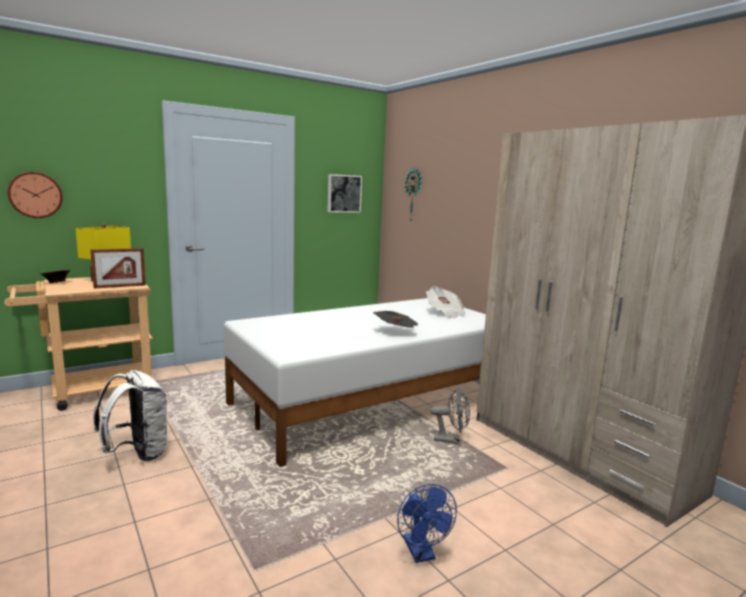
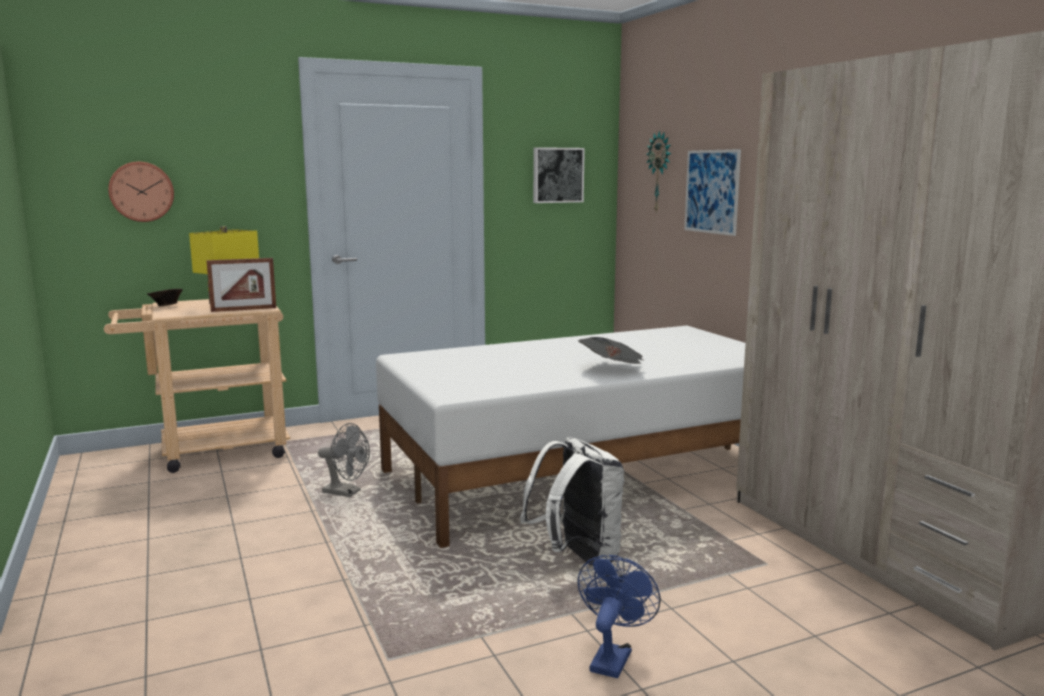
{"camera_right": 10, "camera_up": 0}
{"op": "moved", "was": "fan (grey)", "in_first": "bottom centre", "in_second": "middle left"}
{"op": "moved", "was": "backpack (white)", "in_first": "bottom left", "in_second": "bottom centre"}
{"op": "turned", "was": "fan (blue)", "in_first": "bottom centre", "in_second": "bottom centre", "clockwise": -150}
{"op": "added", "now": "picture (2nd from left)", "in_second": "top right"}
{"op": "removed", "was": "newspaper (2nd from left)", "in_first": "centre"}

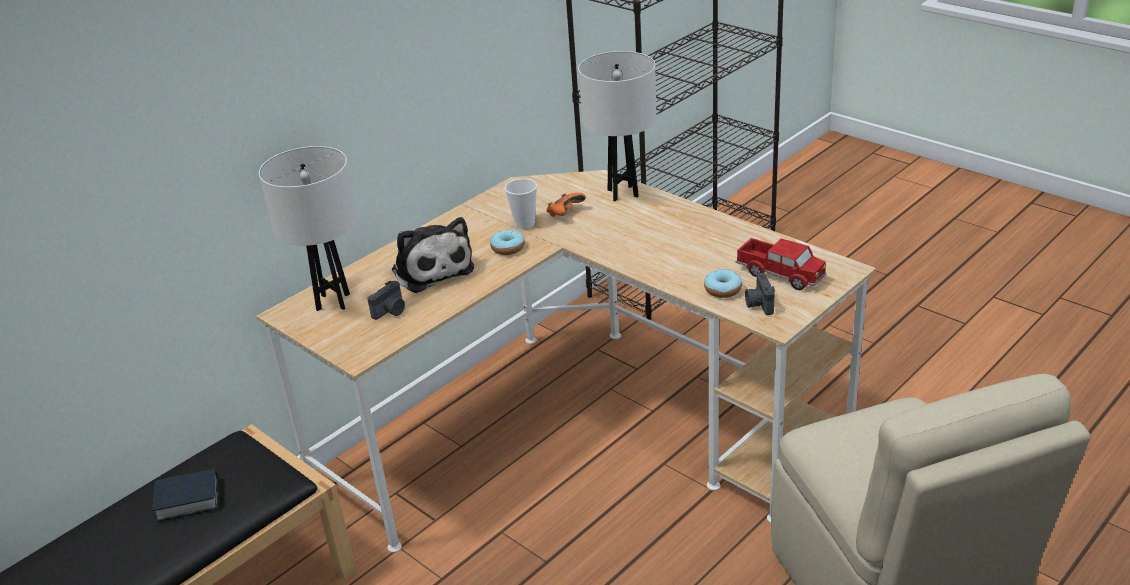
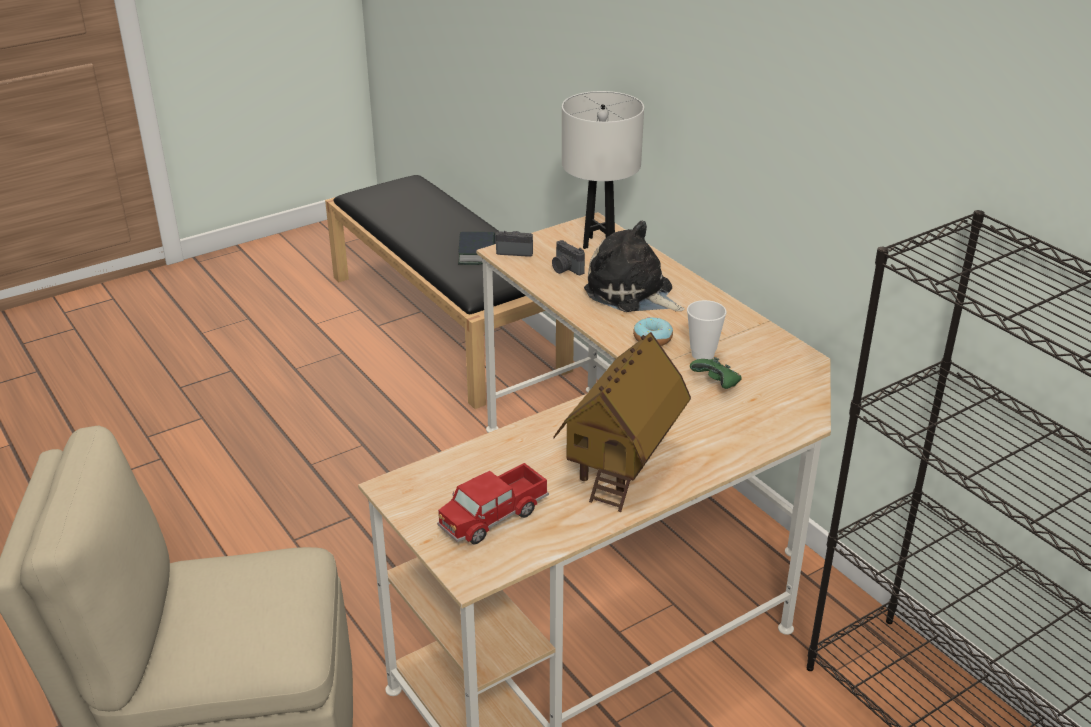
{"camera_right": 100, "camera_up": 0}
{"op": "moved", "was": "photo camera (2nd from left in the first image)", "now": "photo camera (1st from left)", "in_first": "middle right", "in_second": "centre"}
{"op": "added", "now": "toy house", "in_second": "centre"}
{"op": "turned", "was": "plush toy", "in_first": "centre", "in_second": "centre", "clockwise": 60}
{"op": "recoloured", "was": "game controller (orange)", "now": "game controller (green)", "in_first": "centre", "in_second": "centre"}
{"op": "removed", "was": "table lamp (white) (2nd from left)", "in_first": "top centre"}
{"op": "removed", "was": "donut (2nd from left)", "in_first": "centre"}

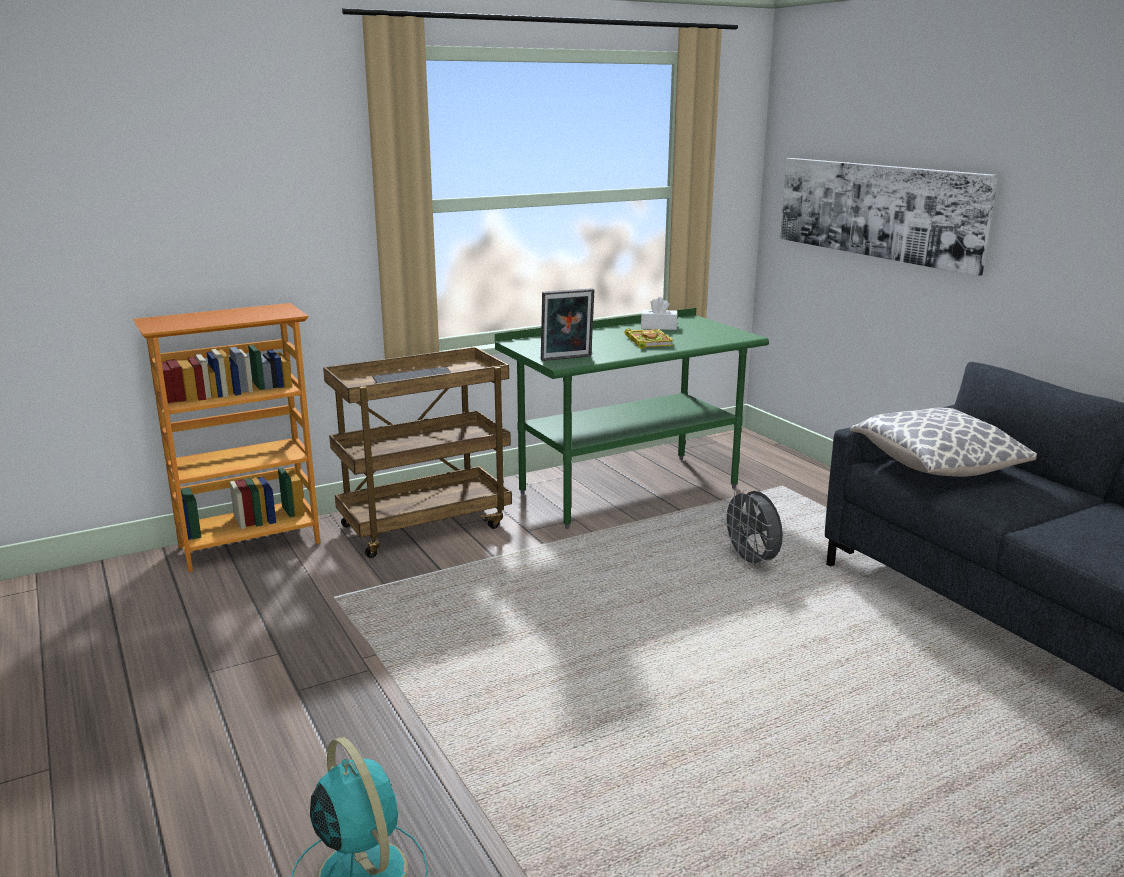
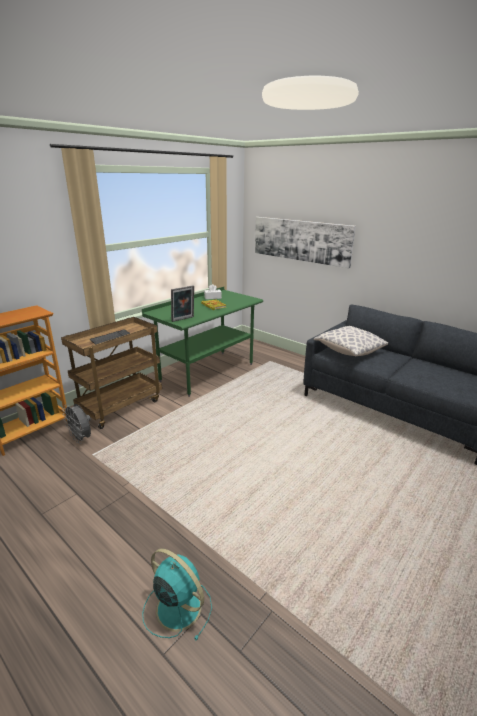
{"camera_right": -20, "camera_up": 5}
{"op": "moved", "was": "fan (grey)", "in_first": "middle right", "in_second": "middle left"}

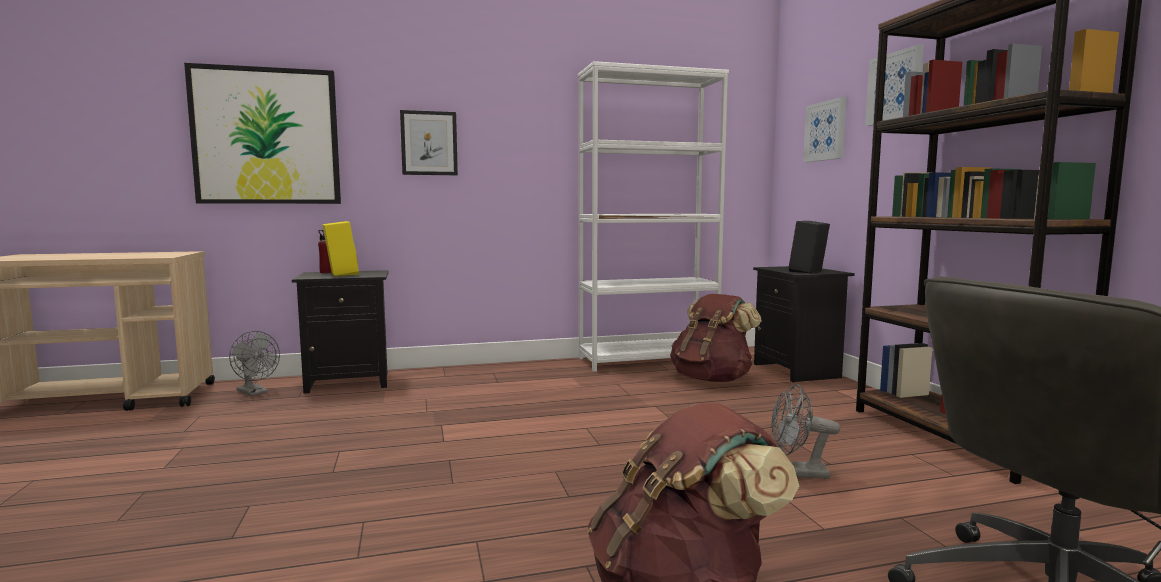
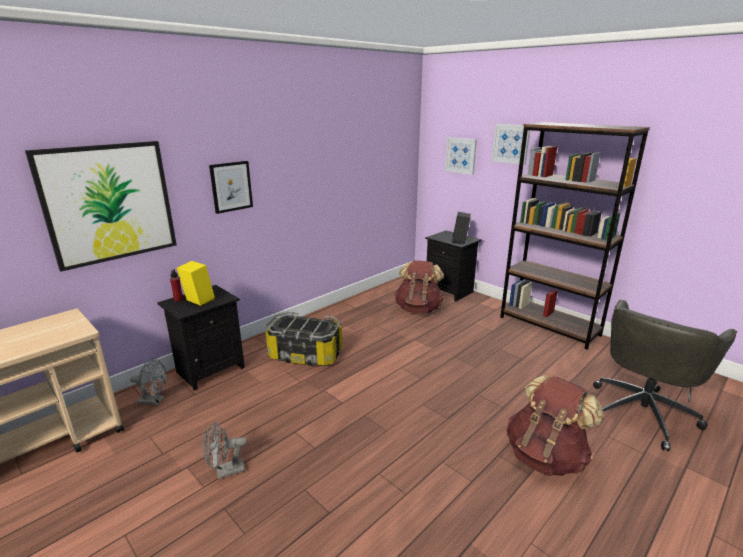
{"camera_right": -30, "camera_up": 15}
{"op": "moved", "was": "fan (grey) (2nd from left)", "in_first": "bottom right", "in_second": "bottom left"}
{"op": "added", "now": "storage box", "in_second": "centre"}
{"op": "removed", "was": "bookcase (white)", "in_first": "centre"}

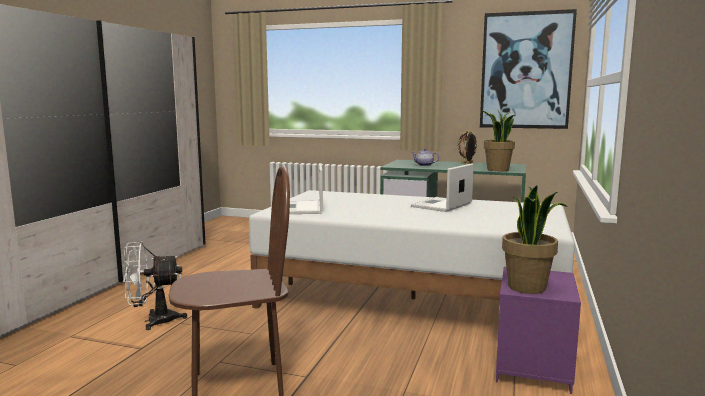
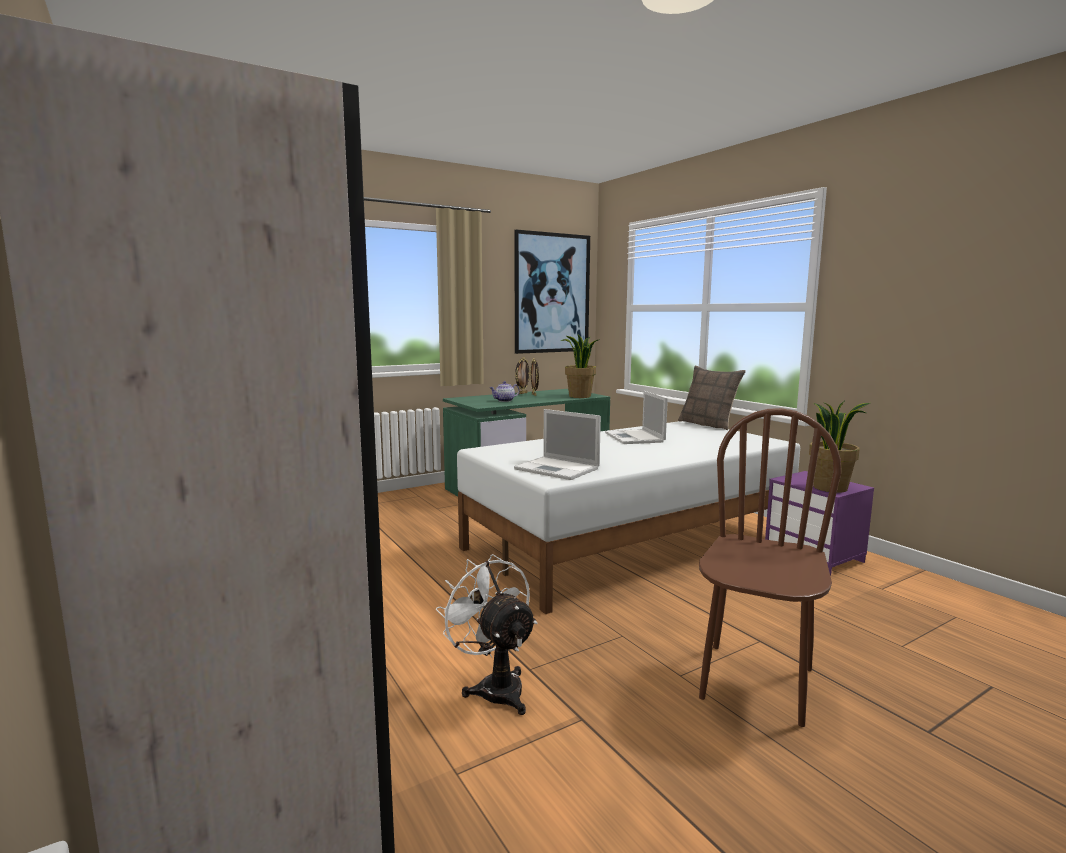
{"camera_right": -50, "camera_up": 0}
{"op": "turned", "was": "fan (white)", "in_first": "bottom left", "in_second": "bottom centre", "clockwise": 120}
{"op": "added", "now": "pillow", "in_second": "middle right"}

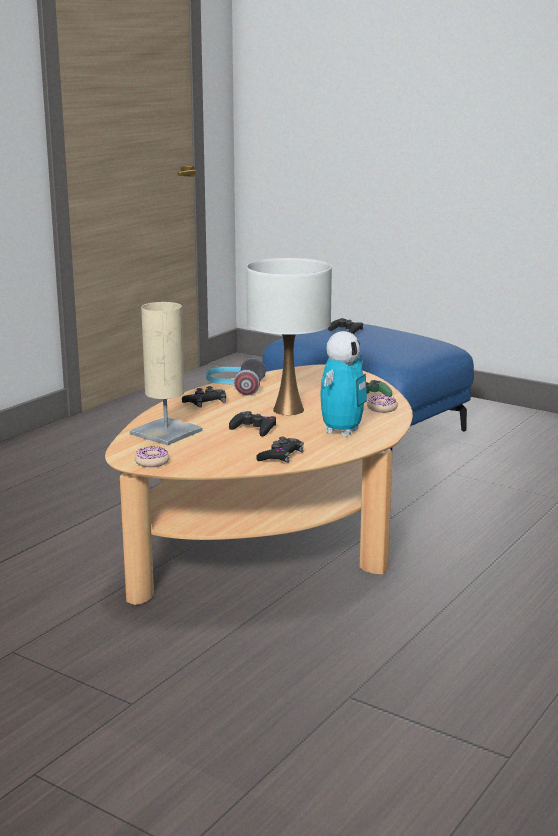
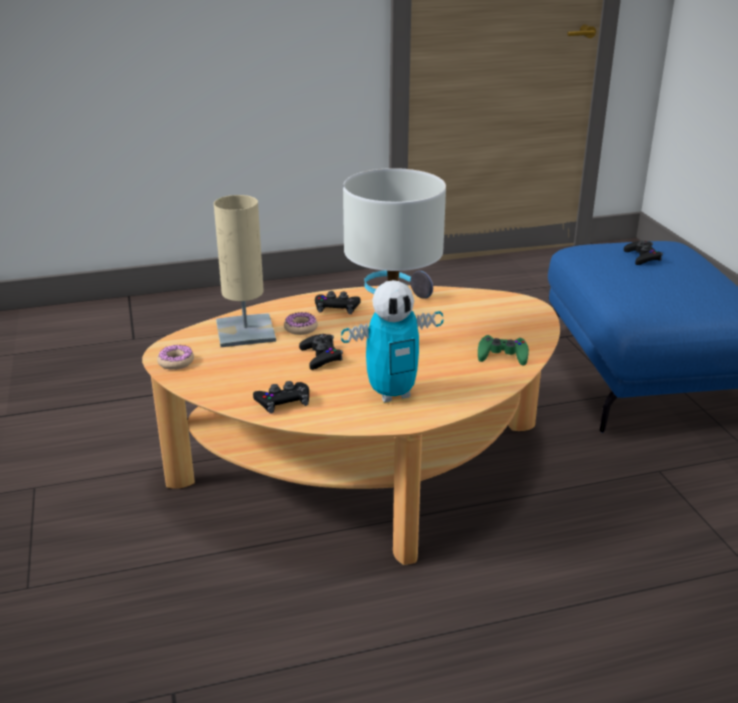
{"camera_right": 40, "camera_up": 10}
{"op": "moved", "was": "donut (2nd from left)", "in_first": "middle right", "in_second": "centre"}

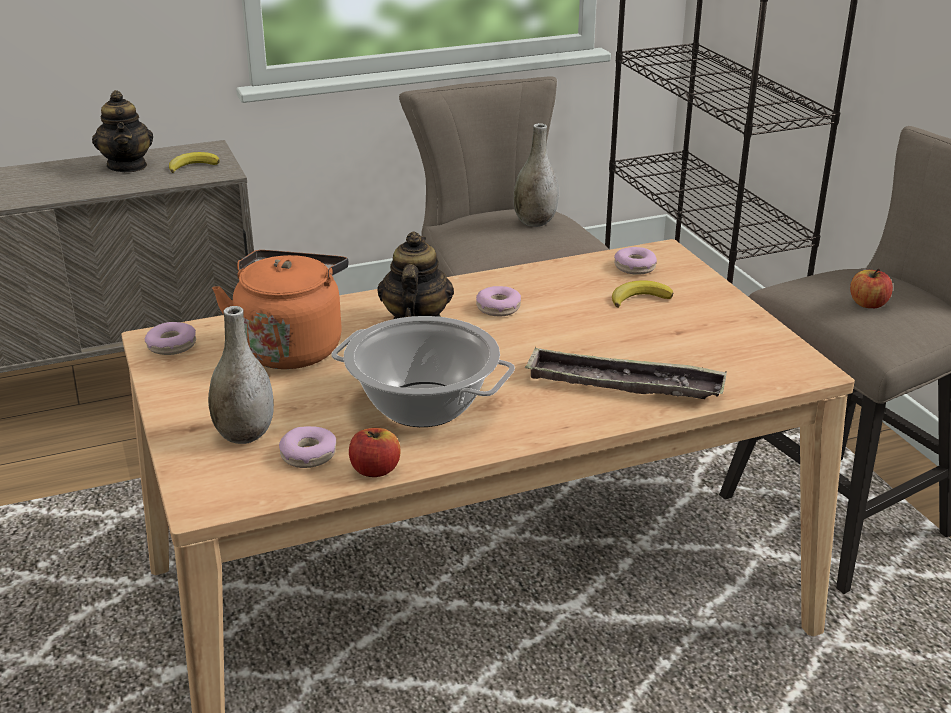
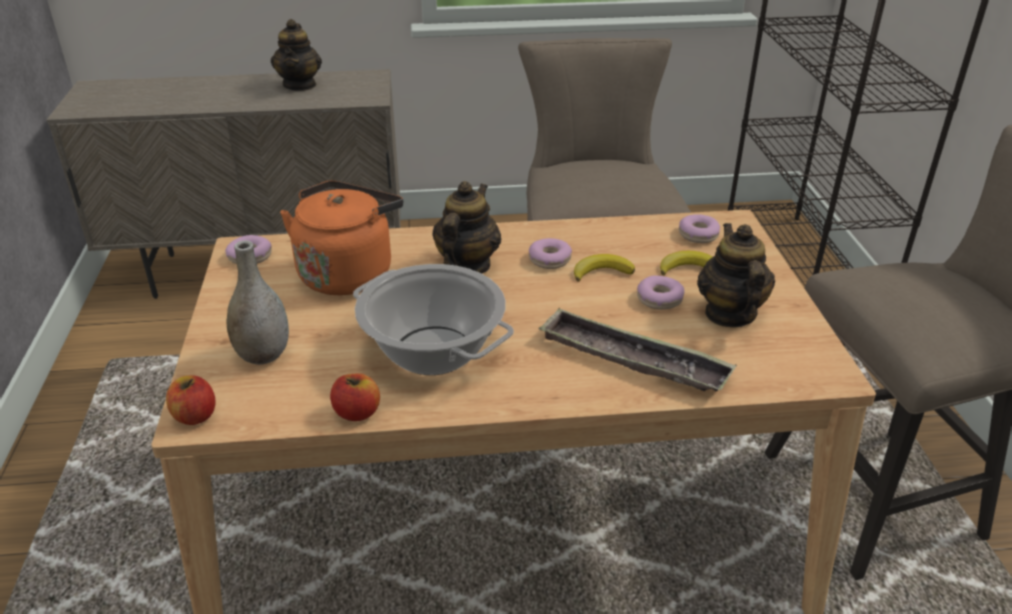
{"camera_right": 15, "camera_up": 5}
{"op": "moved", "was": "apple (2nd from left in the first image)", "now": "apple (1st from left)", "in_first": "middle right", "in_second": "middle left"}
{"op": "moved", "was": "banana (1st from left)", "in_first": "top left", "in_second": "centre"}
{"op": "moved", "was": "donut (2nd from left in the first image)", "now": "donut (3rd from left)", "in_first": "middle left", "in_second": "centre"}
{"op": "added", "now": "teapot (3rd from left)", "in_second": "middle right"}
{"op": "removed", "was": "vase (grey) (2nd from left)", "in_first": "top centre"}

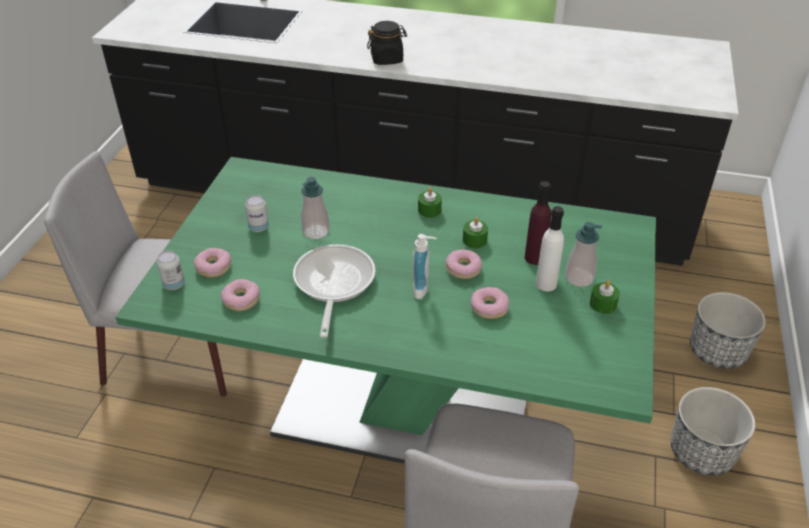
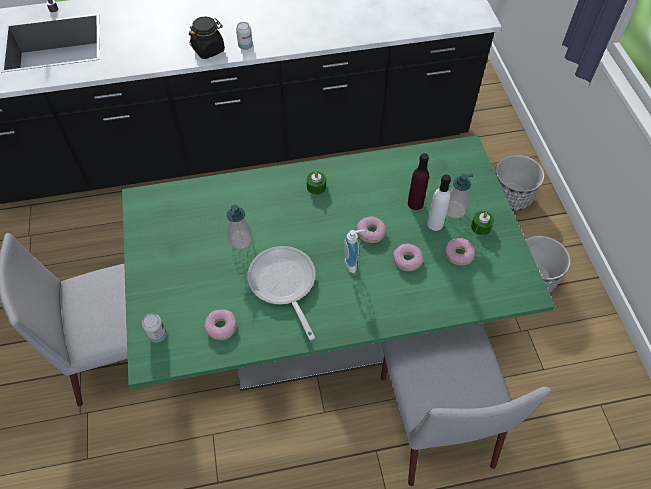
{"camera_right": -25, "camera_up": 15}
{"op": "moved", "was": "can (2nd from left)", "in_first": "middle left", "in_second": "top centre"}
{"op": "moved", "was": "donut (1st from left in the first image)", "now": "donut (4th from left)", "in_first": "middle left", "in_second": "middle right"}
{"op": "removed", "was": "candle (green) (2nd from left)", "in_first": "centre"}

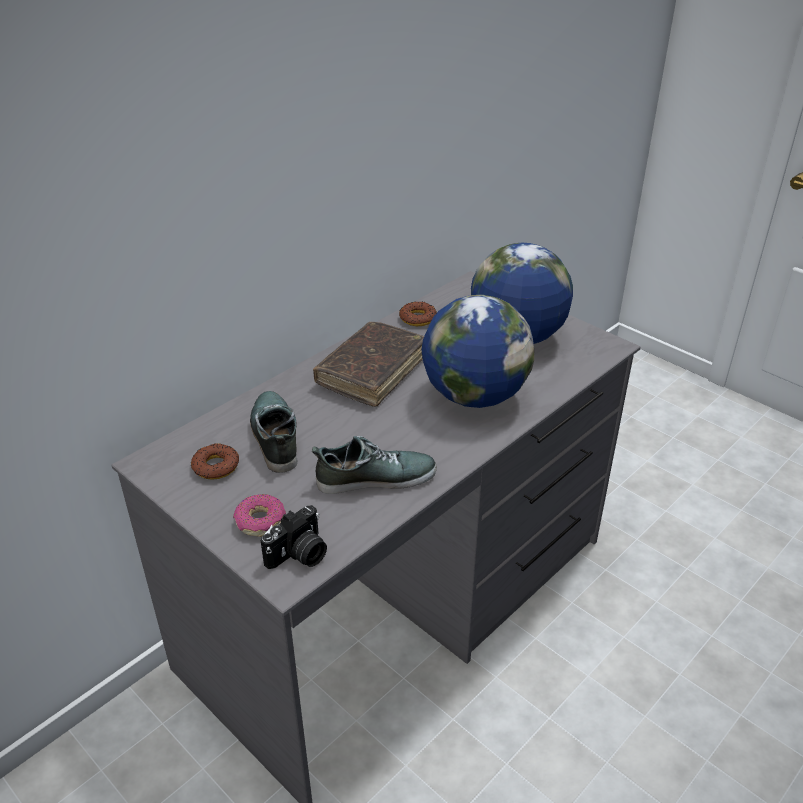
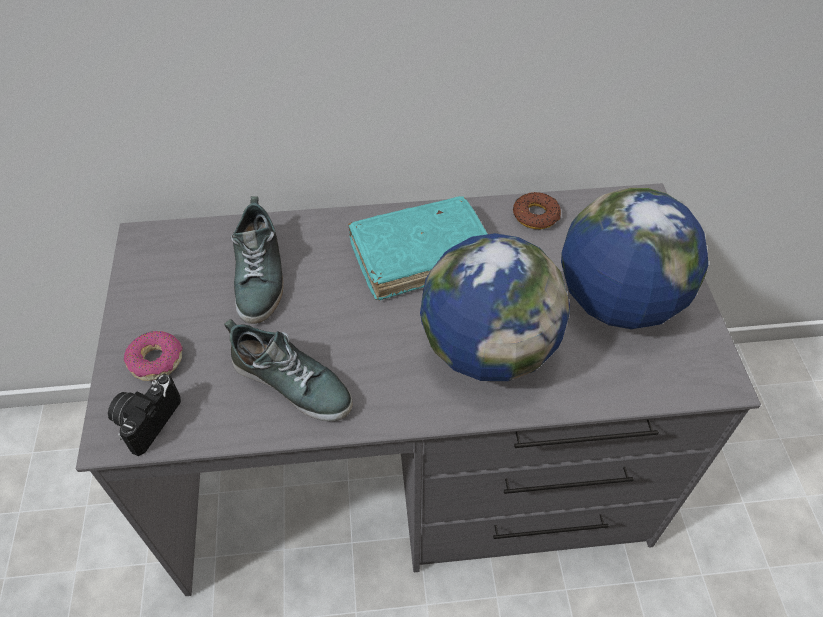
{"camera_right": 40, "camera_up": 15}
{"op": "turned", "was": "photo camera", "in_first": "bottom centre", "in_second": "bottom left", "clockwise": 120}
{"op": "turned", "was": "shoe (1st from left)", "in_first": "centre", "in_second": "middle left", "clockwise": 150}
{"op": "recoloured", "was": "book (brown)", "now": "book (turquoise)", "in_first": "centre", "in_second": "centre"}
{"op": "removed", "was": "donut (1st from left)", "in_first": "middle left"}

